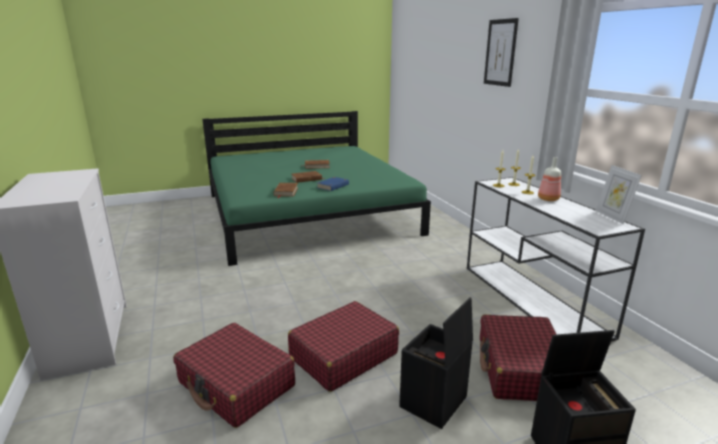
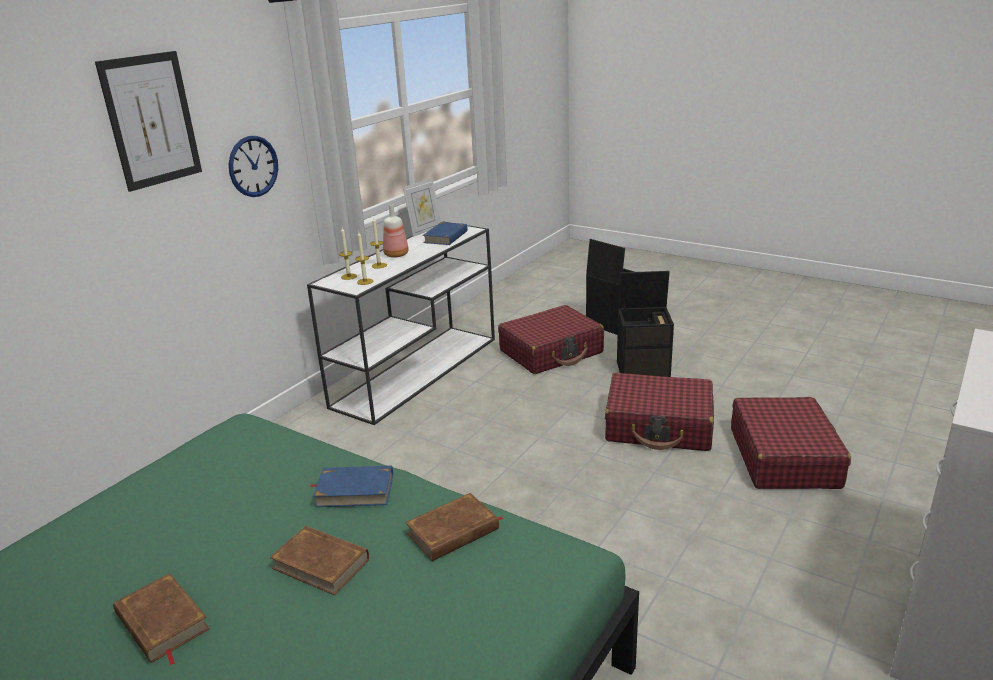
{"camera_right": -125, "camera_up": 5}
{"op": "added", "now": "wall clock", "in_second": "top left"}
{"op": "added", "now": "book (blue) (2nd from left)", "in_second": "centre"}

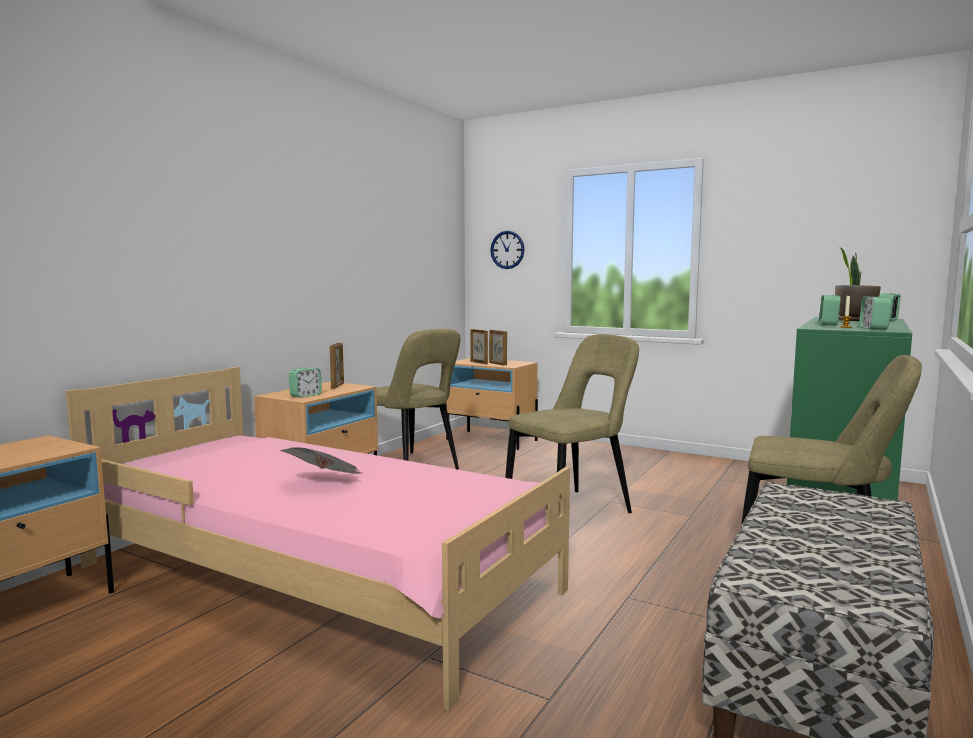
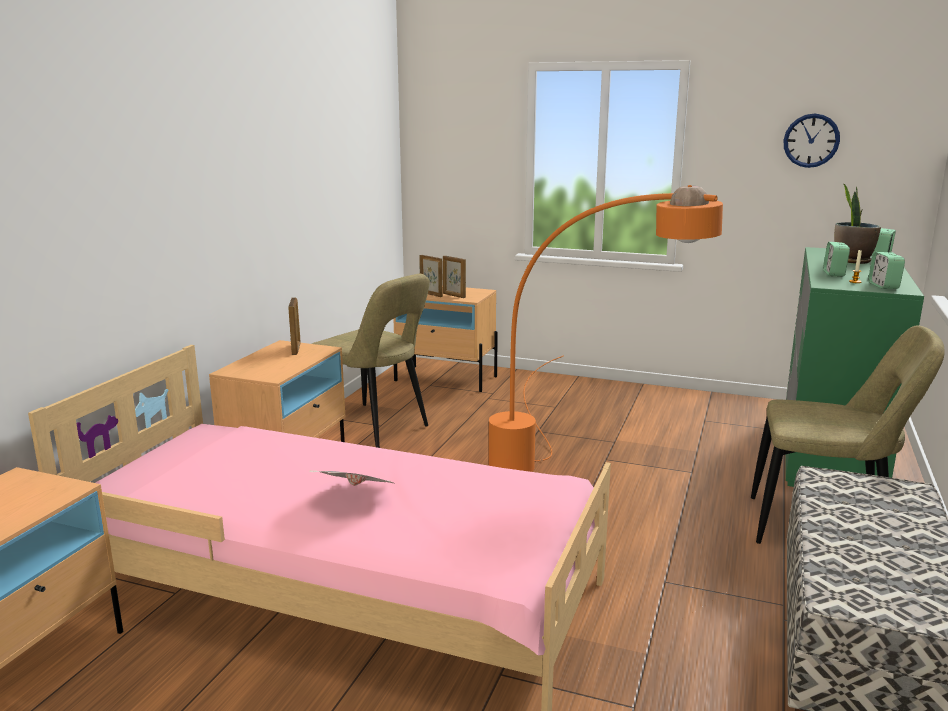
{"camera_right": -10, "camera_up": 10}
{"op": "replaced", "was": "chair (beige) (2nd from left)", "now": "floor lamp (orange)", "in_first": "centre", "in_second": "centre"}
{"op": "moved", "was": "wall clock", "in_first": "centre", "in_second": "top right"}
{"op": "removed", "was": "alarm clock (1st from left)", "in_first": "middle left"}

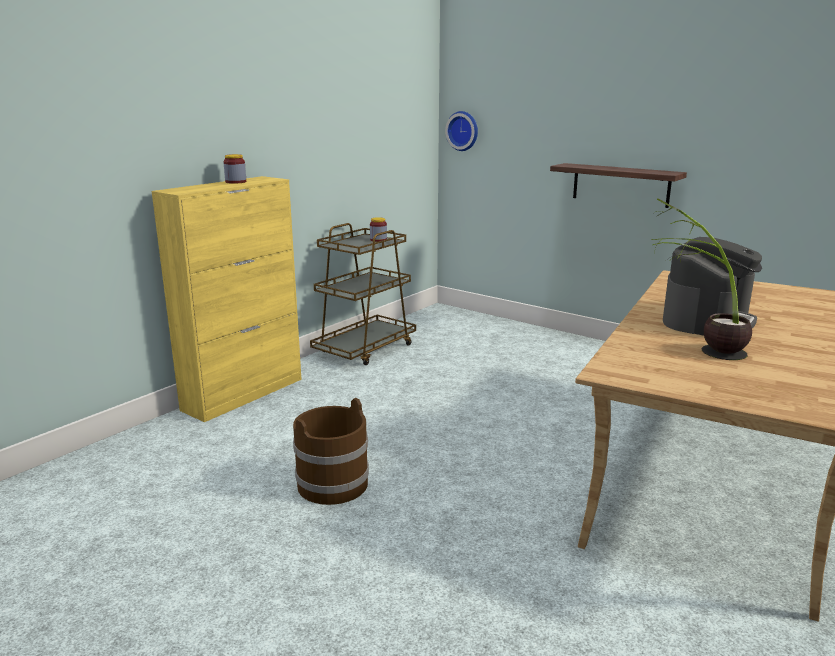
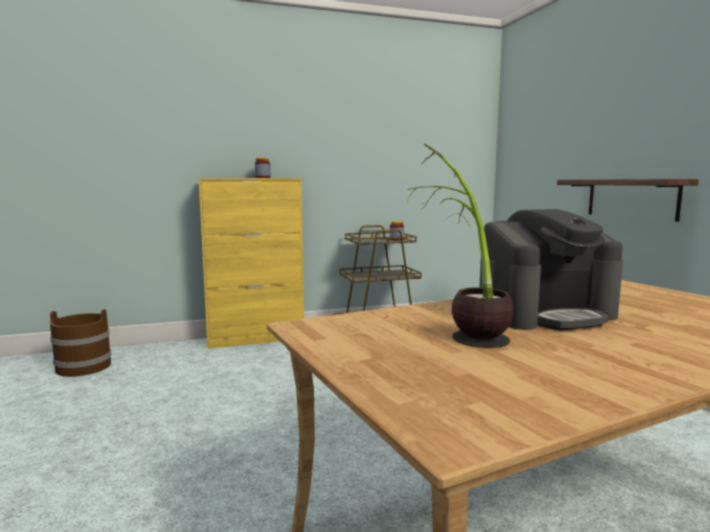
{"camera_right": 35, "camera_up": -10}
{"op": "moved", "was": "bucket (brown)", "in_first": "bottom centre", "in_second": "middle left"}
{"op": "removed", "was": "wall clock", "in_first": "top centre"}

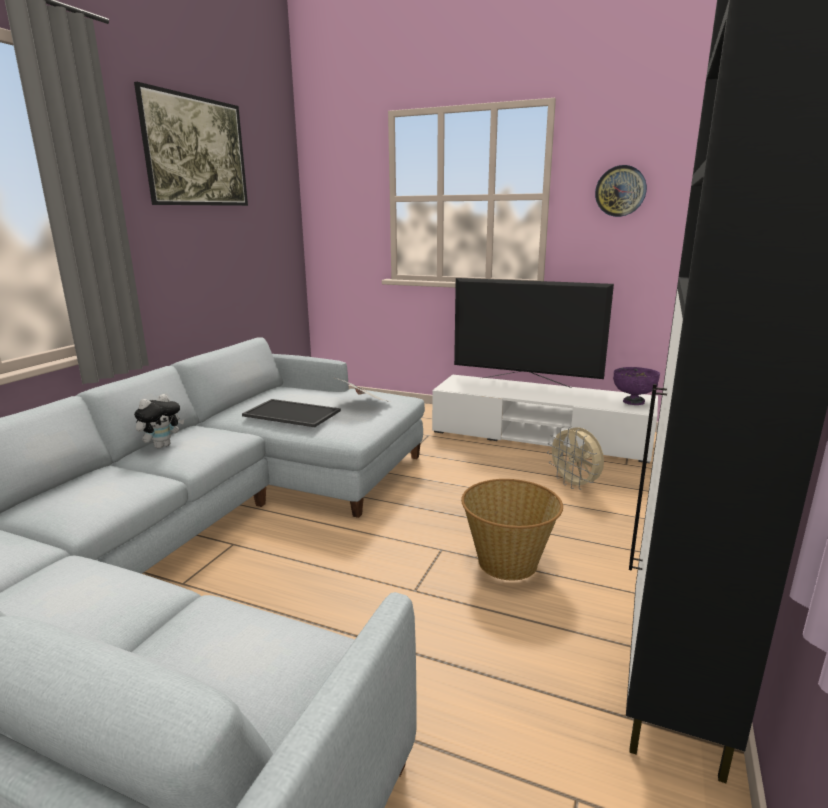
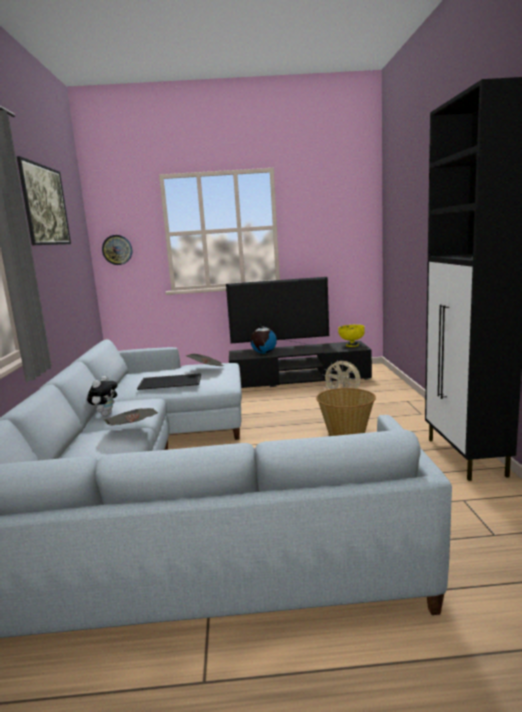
{"camera_right": -25, "camera_up": -5}
{"op": "moved", "was": "wall clock", "in_first": "top right", "in_second": "middle left"}
{"op": "added", "now": "newspaper (1st from left)", "in_second": "middle left"}
{"op": "recoloured", "was": "tv stand (white)", "now": "tv stand (black)", "in_first": "centre", "in_second": "centre"}
{"op": "added", "now": "globe", "in_second": "centre"}
{"op": "recoloured", "was": "bowl (purple)", "now": "bowl (yellow)", "in_first": "middle right", "in_second": "middle right"}

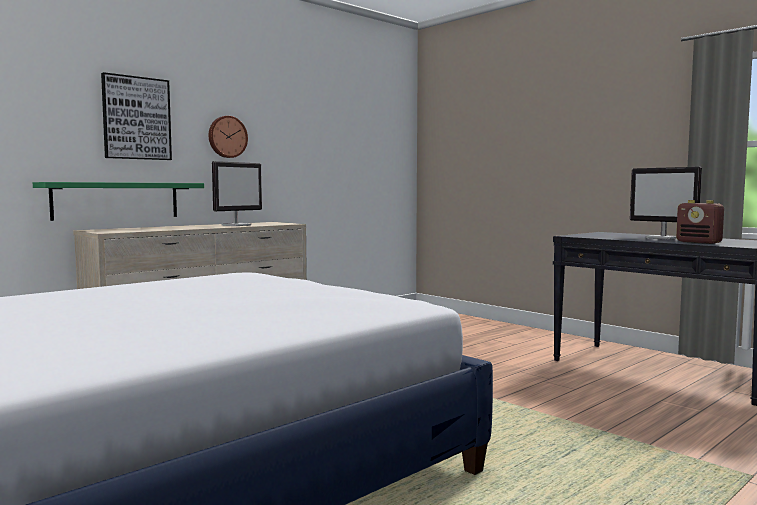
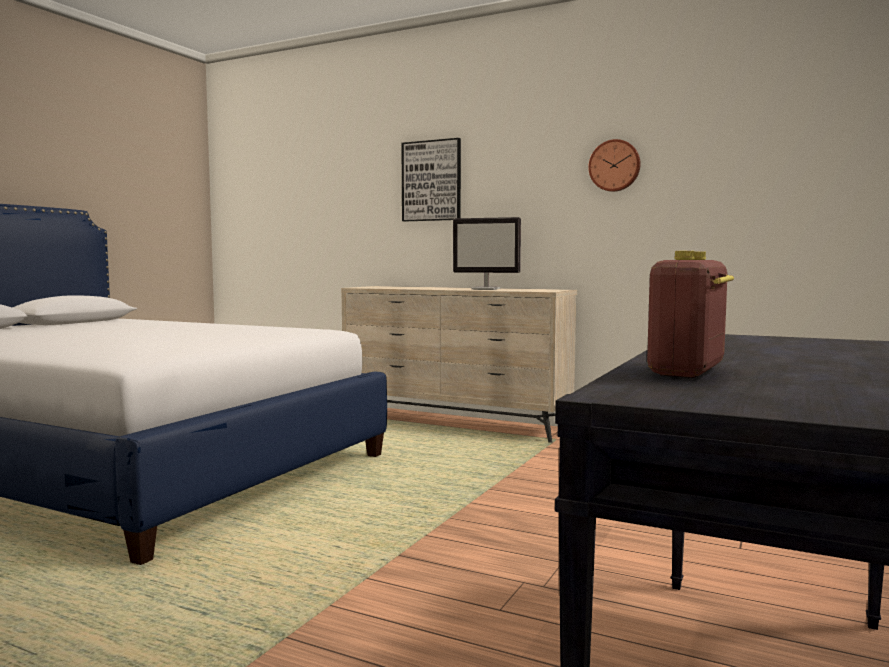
{"camera_right": 70, "camera_up": 0}
{"op": "moved", "was": "wall clock", "in_first": "top left", "in_second": "top right"}
{"op": "removed", "was": "shelf (green)", "in_first": "middle left"}
{"op": "removed", "was": "monitor (2nd from left)", "in_first": "middle right"}

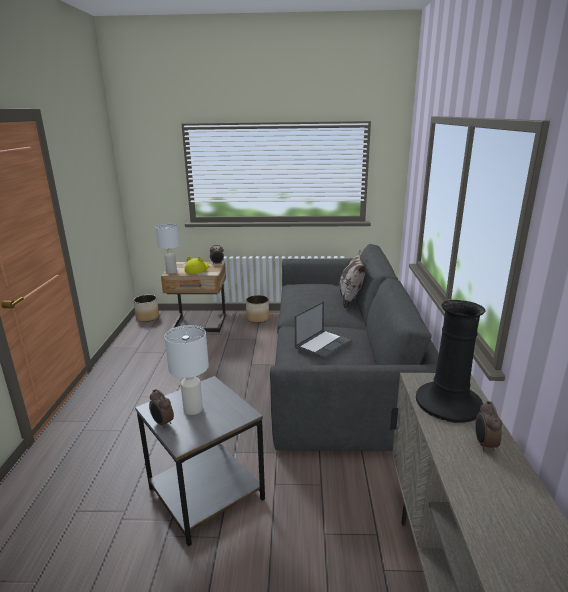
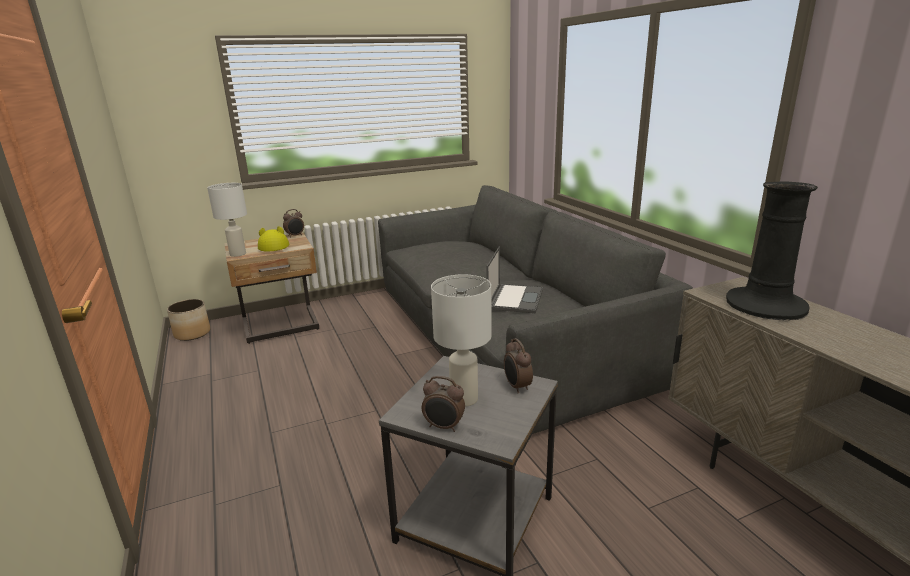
{"camera_right": -25, "camera_up": 0}
{"op": "moved", "was": "alarm clock (3rd from left)", "in_first": "bottom right", "in_second": "centre"}
{"op": "removed", "was": "planter (2nd from left)", "in_first": "centre"}
{"op": "removed", "was": "pillow", "in_first": "centre"}

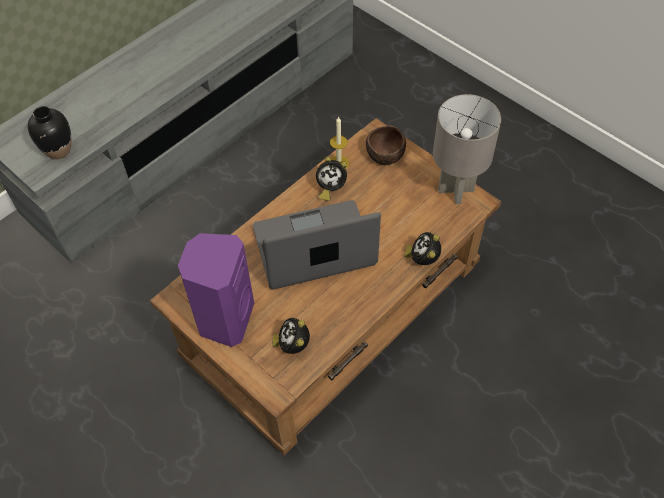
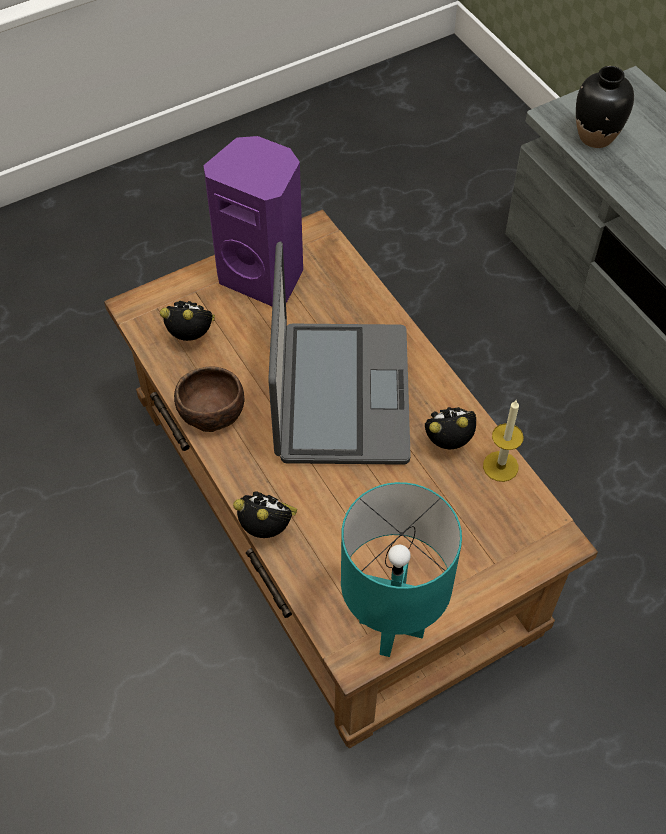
{"camera_right": 105, "camera_up": 0}
{"op": "moved", "was": "bowl (brown)", "in_first": "top centre", "in_second": "middle left"}
{"op": "recoloured", "was": "table lamp (grey)", "now": "table lamp (turquoise)", "in_first": "top right", "in_second": "bottom centre"}
{"op": "turned", "was": "alarm clock (2nd from left in the first image)", "in_first": "centre", "in_second": "middle right", "clockwise": 60}

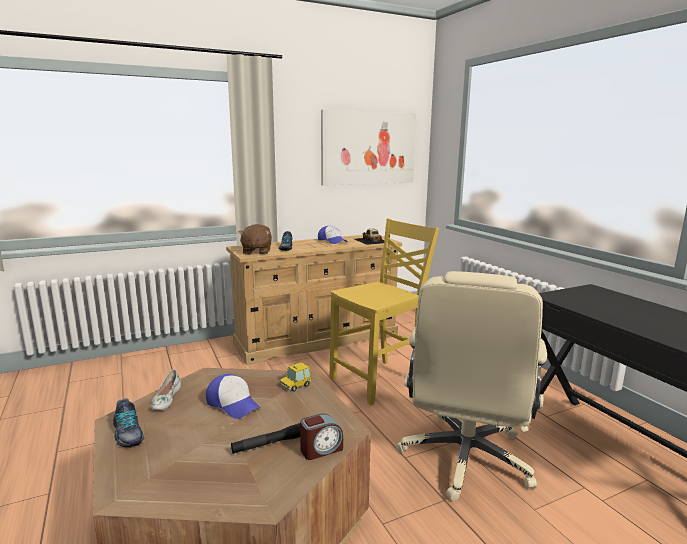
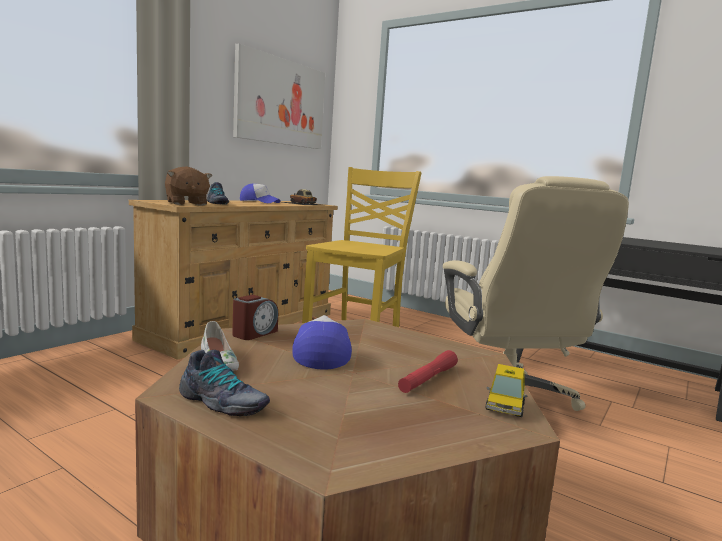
{"camera_right": -30, "camera_up": -5}
{"op": "moved", "was": "alarm clock", "in_first": "bottom centre", "in_second": "centre"}
{"op": "turned", "was": "cap (1st from left in the first image)", "in_first": "bottom centre", "in_second": "centre", "clockwise": -105}
{"op": "recoloured", "was": "flashlight (black)", "now": "flashlight (red)", "in_first": "bottom centre", "in_second": "bottom centre"}
{"op": "moved", "was": "toy car (1st from left in the first image)", "now": "toy car (2nd from left)", "in_first": "bottom centre", "in_second": "bottom right"}

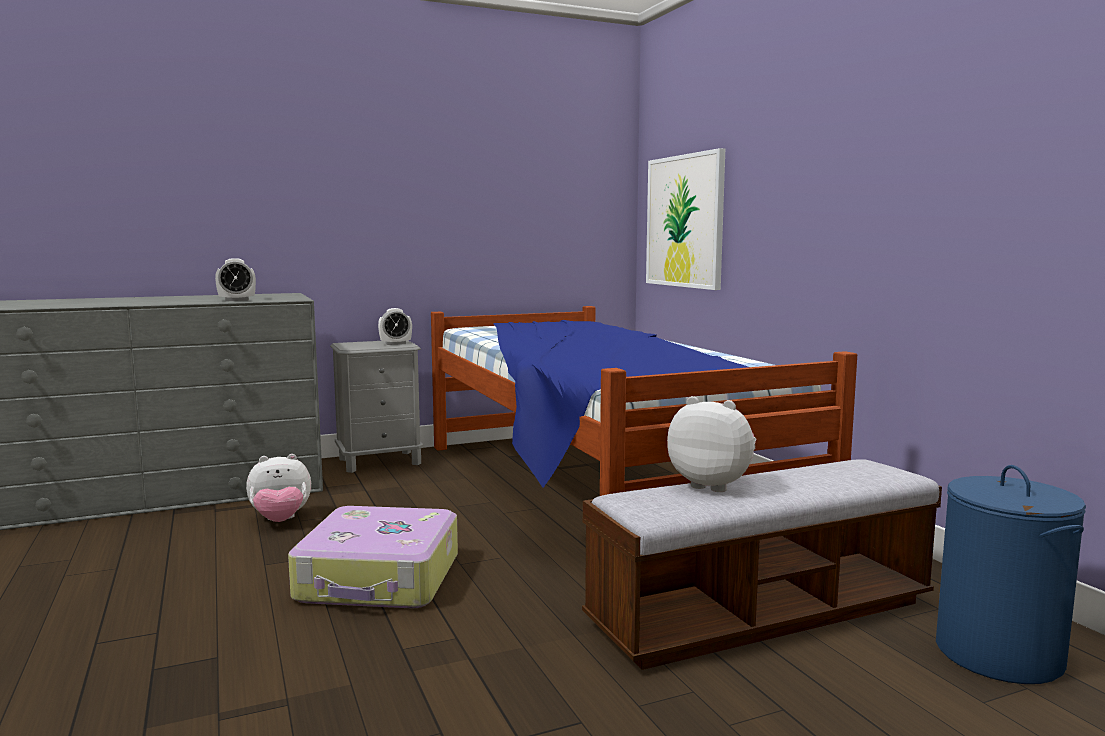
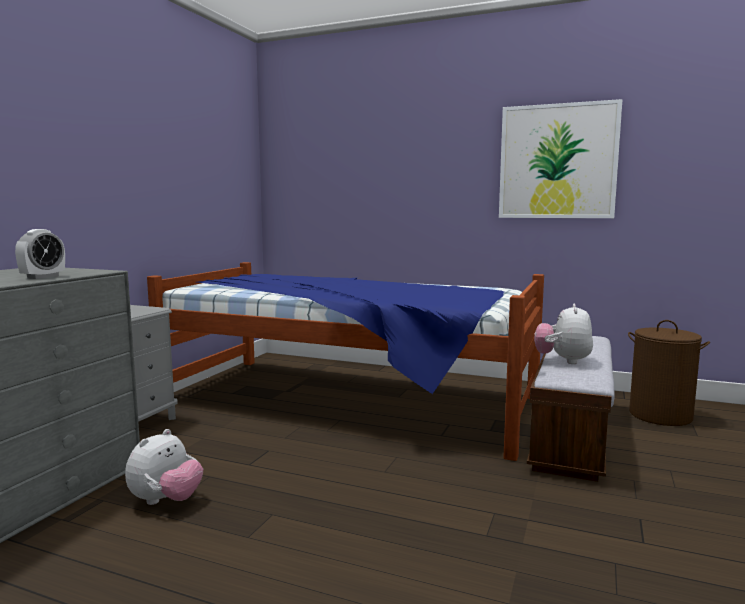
{"camera_right": -45, "camera_up": 0}
{"op": "moved", "was": "picture", "in_first": "top centre", "in_second": "top right"}
{"op": "turned", "was": "plush toy (2nd from left)", "in_first": "centre", "in_second": "middle right", "clockwise": -60}
{"op": "recoloured", "was": "laundry basket (blue)", "now": "laundry basket (brown)", "in_first": "bottom right", "in_second": "middle right"}
{"op": "removed", "was": "suitcase", "in_first": "bottom centre"}
{"op": "removed", "was": "alarm clock (2nd from left)", "in_first": "centre"}

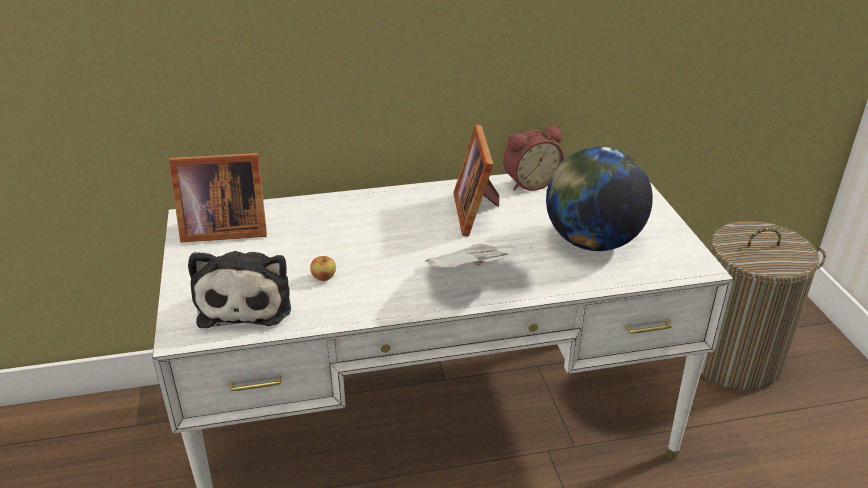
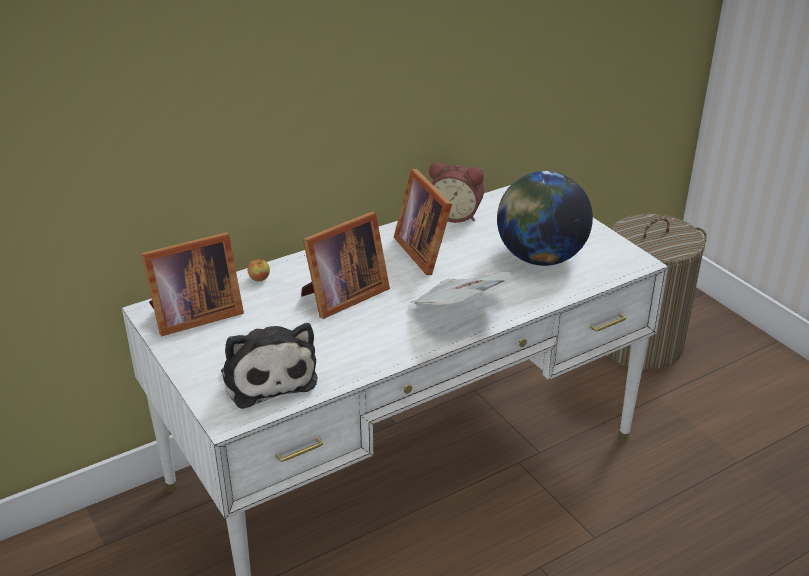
{"camera_right": -20, "camera_up": 0}
{"op": "moved", "was": "apple", "in_first": "centre", "in_second": "middle left"}
{"op": "added", "now": "picture frame (2nd from left)", "in_second": "centre"}
{"op": "turned", "was": "alarm clock", "in_first": "top centre", "in_second": "centre", "clockwise": 60}

